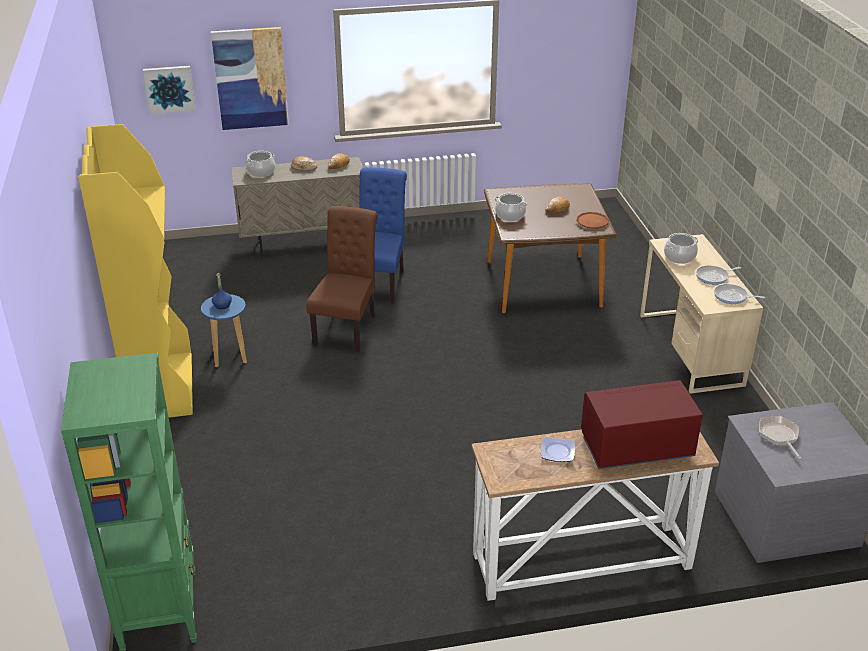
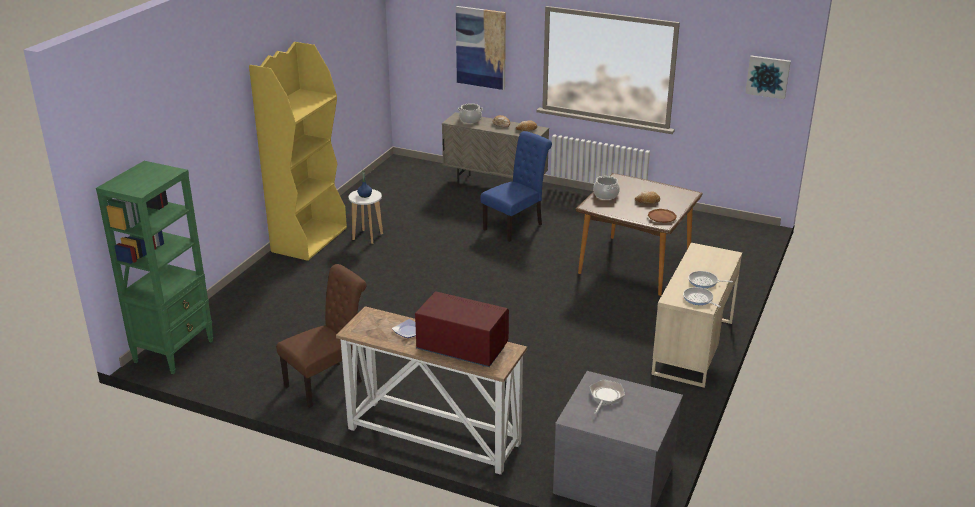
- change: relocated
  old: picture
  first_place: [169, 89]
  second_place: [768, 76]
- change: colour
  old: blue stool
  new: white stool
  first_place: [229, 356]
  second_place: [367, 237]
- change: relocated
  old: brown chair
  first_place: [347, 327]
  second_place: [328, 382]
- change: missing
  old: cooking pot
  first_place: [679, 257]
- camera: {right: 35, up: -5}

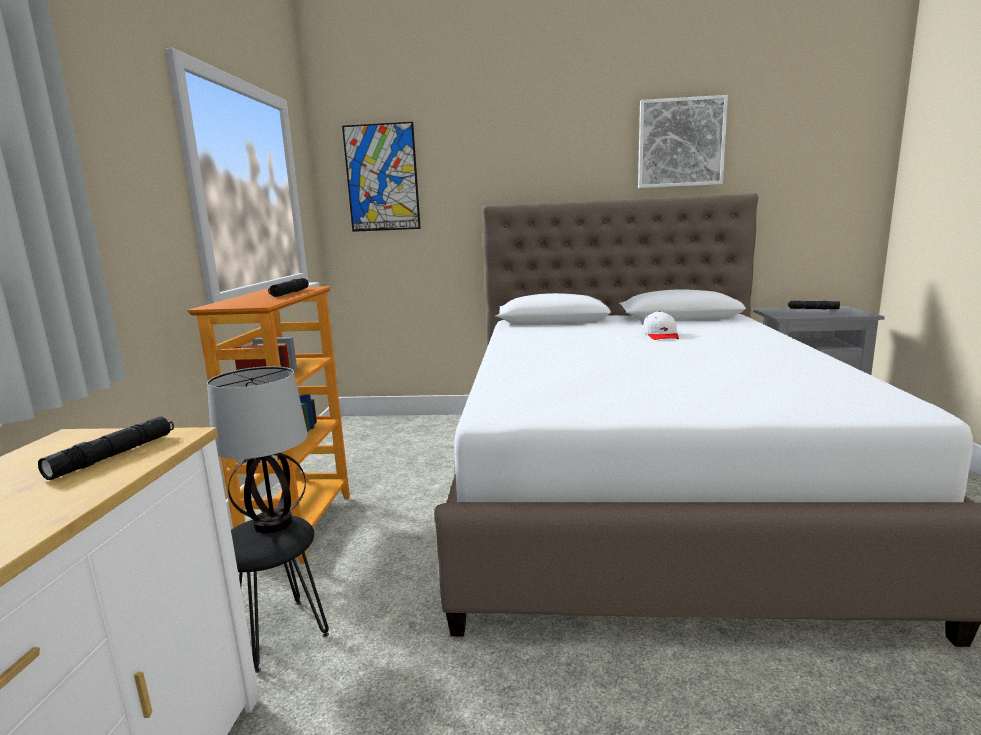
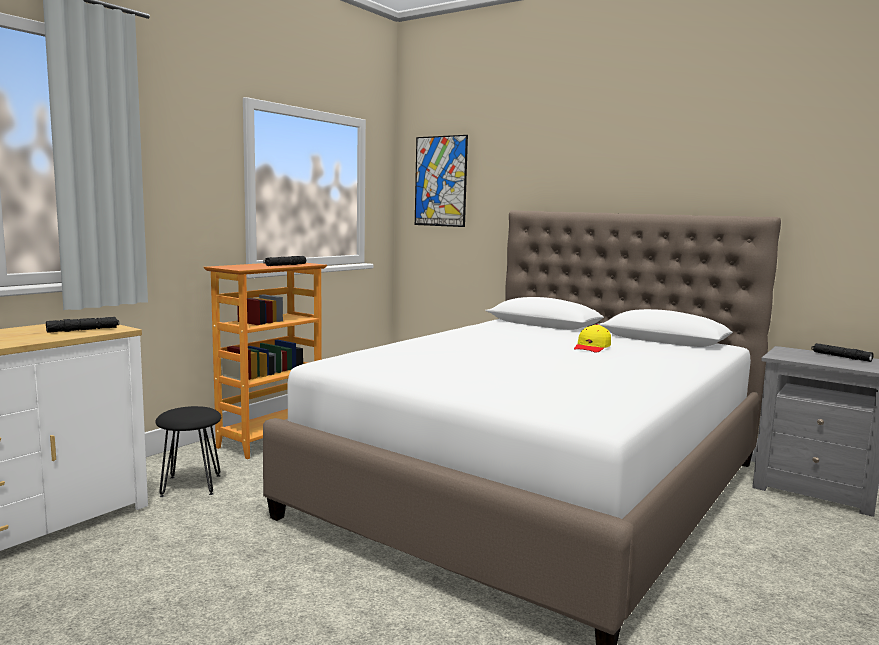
- change: missing
  old: table lamp
  first_place: [274, 523]
- change: missing
  old: picture
  first_place: [680, 143]
- change: colour
  old: white cap
  new: yellow cap
  first_place: [661, 335]
  second_place: [592, 347]
- camera: {right: 30, up: -5}

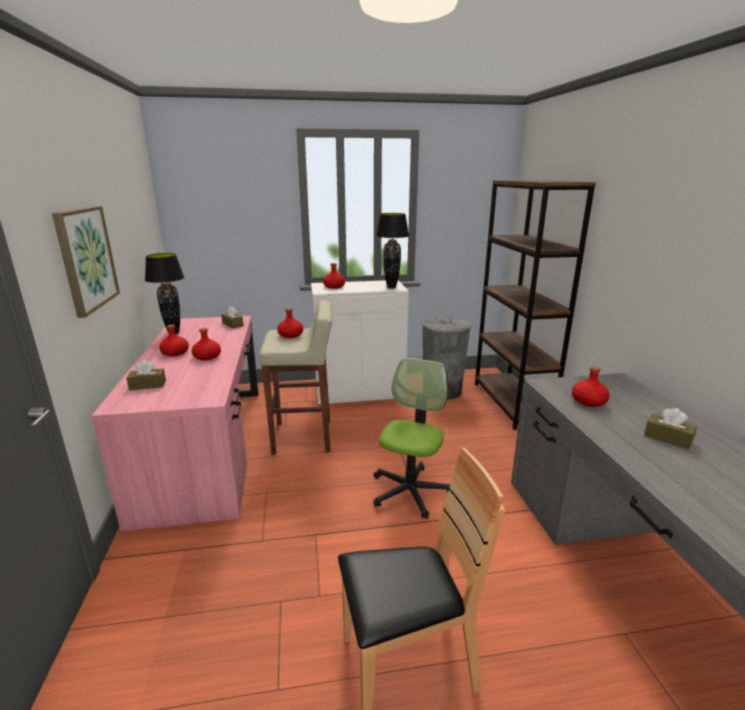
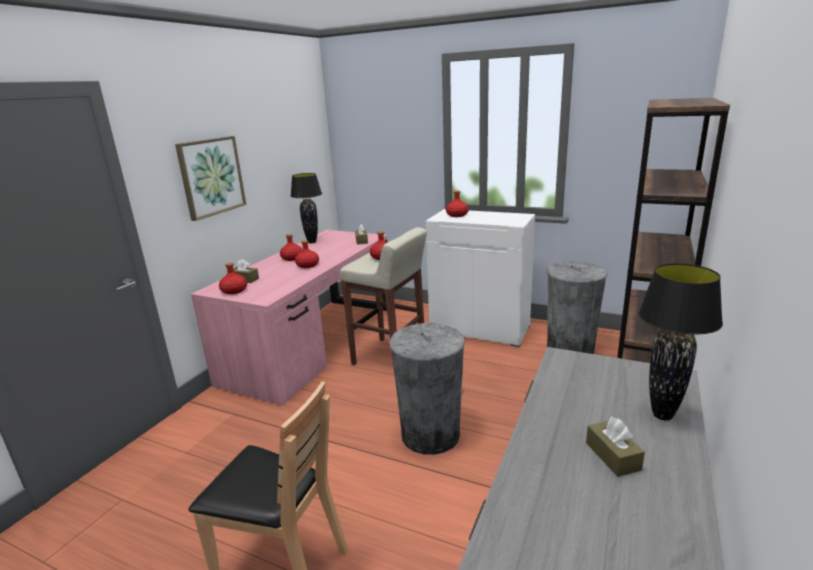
- change: exchanged
  old: office chair
  new: grey trash can
  first_place: [410, 491]
  second_place: [430, 434]
- change: relocated
  old: black table lamp
  first_place: [391, 287]
  second_place: [662, 415]
- change: relocated
  old: red bottle
  first_place: [589, 401]
  second_place: [234, 291]
- camera: {right: 35, up: 0}

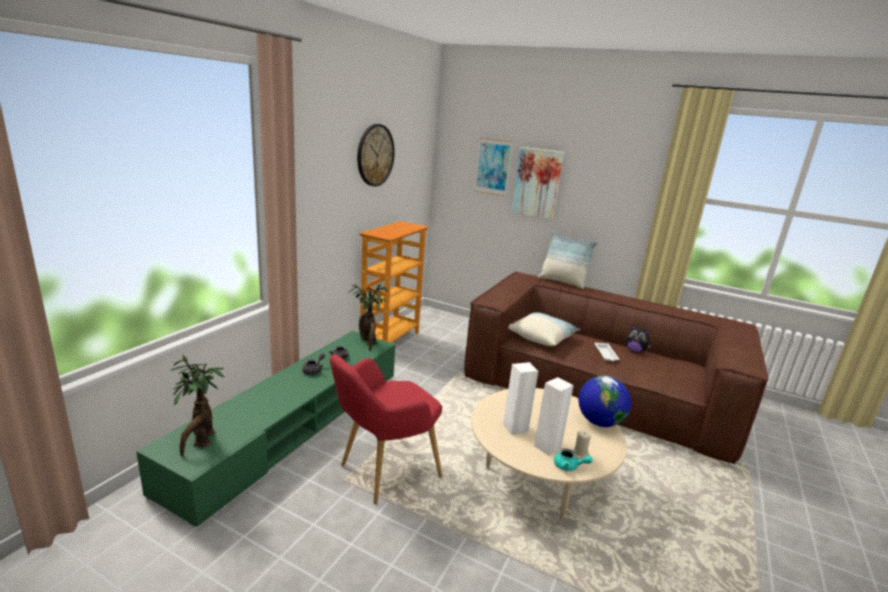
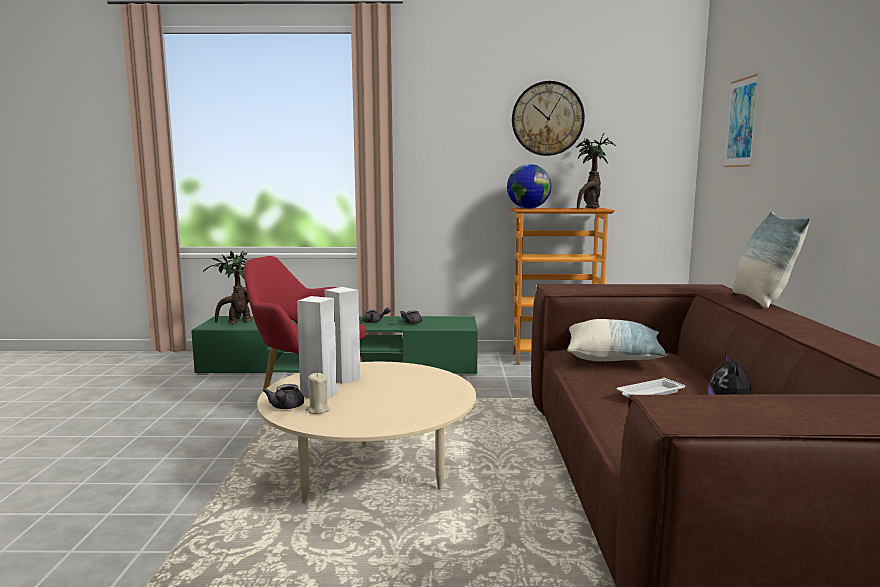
- change: relocated
  old: potted plant
  first_place: [368, 343]
  second_place: [590, 208]
- change: missing
  old: picture
  first_place: [537, 183]
- change: colour
  old: turquoise teapot
  new: grey teapot
  first_place: [569, 466]
  second_place: [285, 407]
- change: relocated
  old: globe
  first_place: [599, 422]
  second_place: [528, 208]
- camera: {right: 65, up: -10}

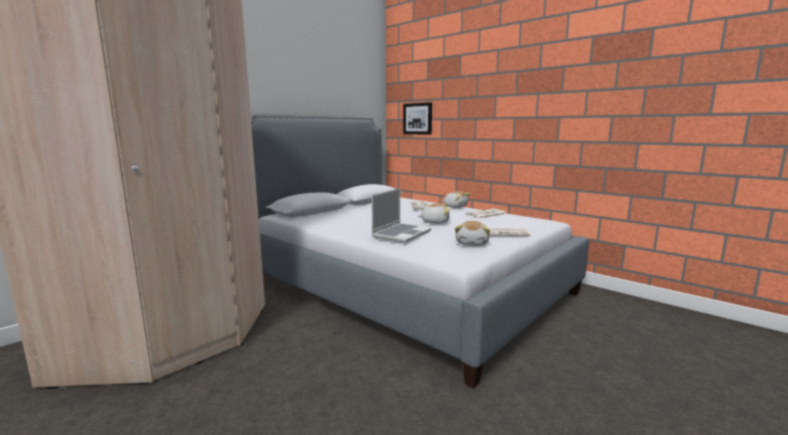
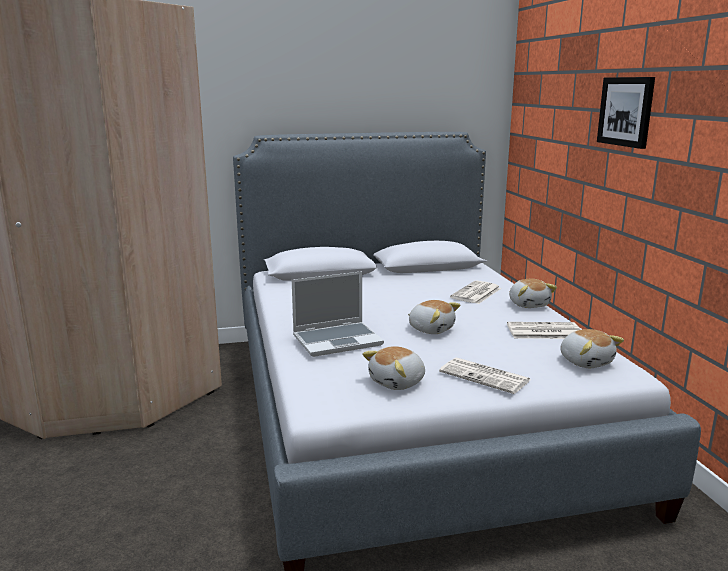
- change: relocated
  old: picture
  first_place: [417, 118]
  second_place: [626, 111]
- change: appeared
  new: plush toy
  second_place: [586, 361]
- camera: {right: 35, up: 5}

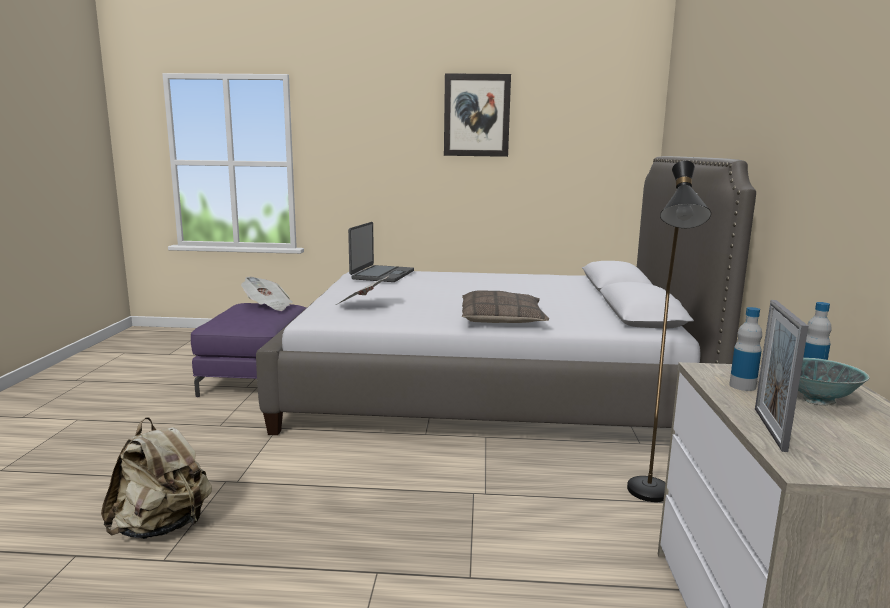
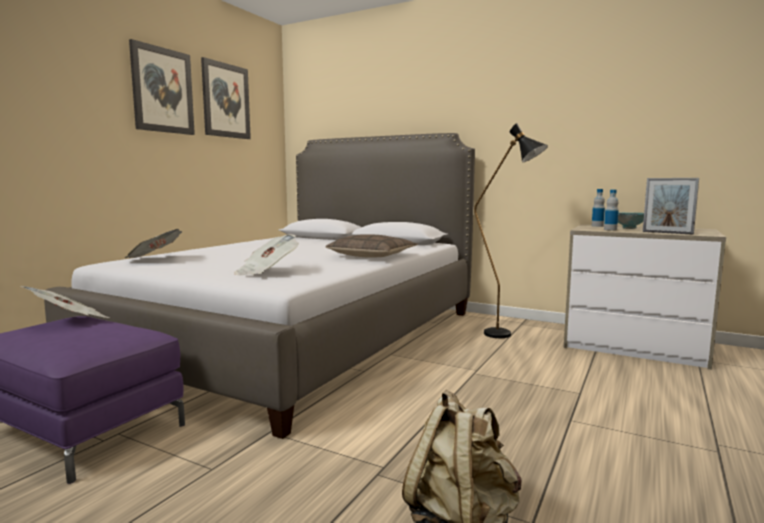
- change: exchanged
  old: laptop
  new: newspaper
  first_place: [382, 275]
  second_place: [154, 259]
- change: appeared
  new: picture
  second_place: [226, 100]
- camera: {right: -65, up: -5}

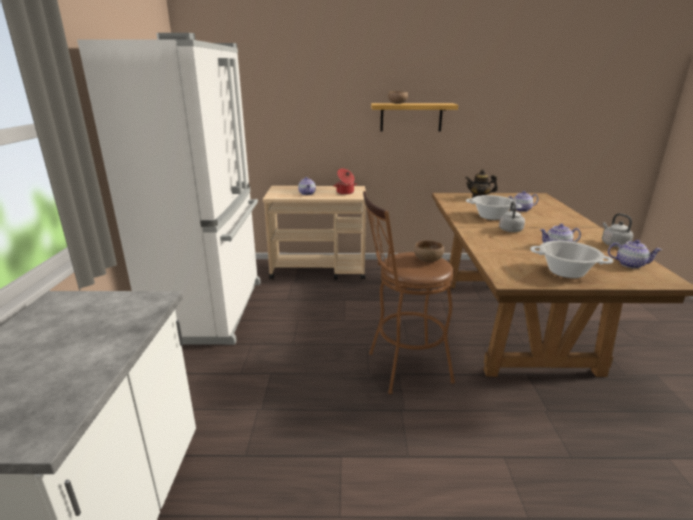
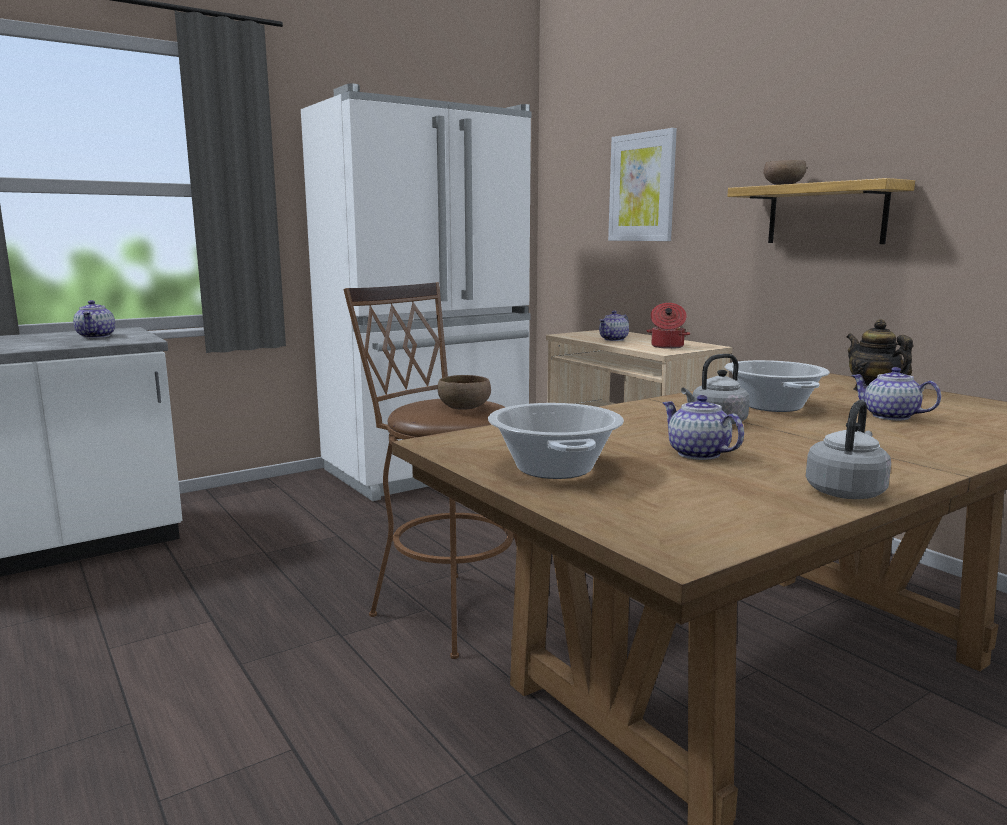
- change: relocated
  old: teapot
  first_place: [630, 264]
  second_place: [96, 336]
- change: appeared
  new: picture
  second_place: [642, 187]
- camera: {right: 55, up: -10}

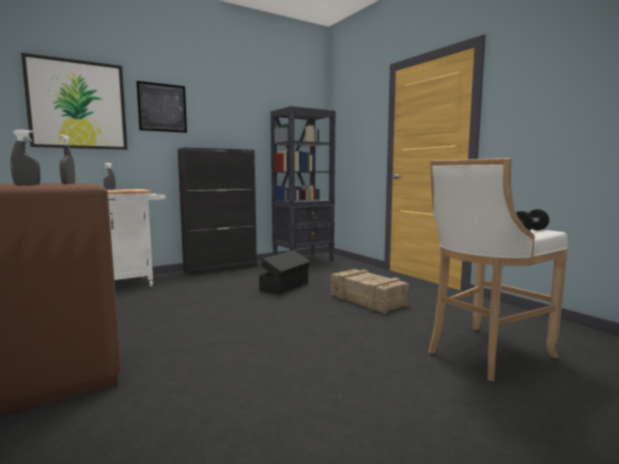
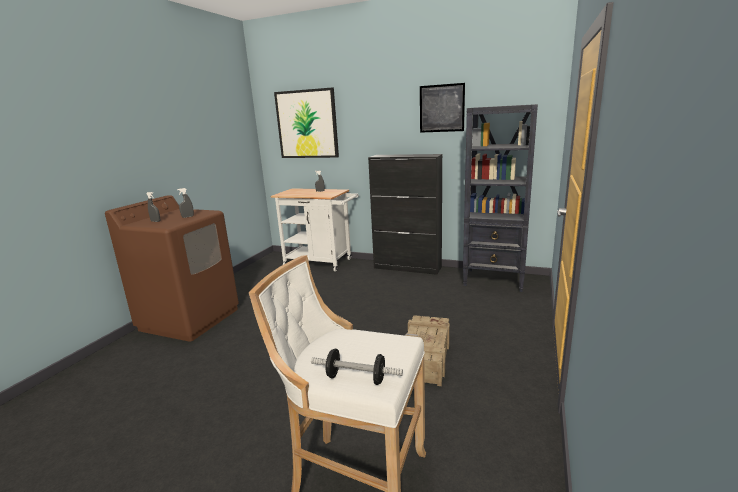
- change: relocated
  old: picture
  first_place: [162, 107]
  second_place: [441, 108]
- change: missing
  old: black storage box
  first_place: [285, 286]
- camera: {right: 55, up: 10}

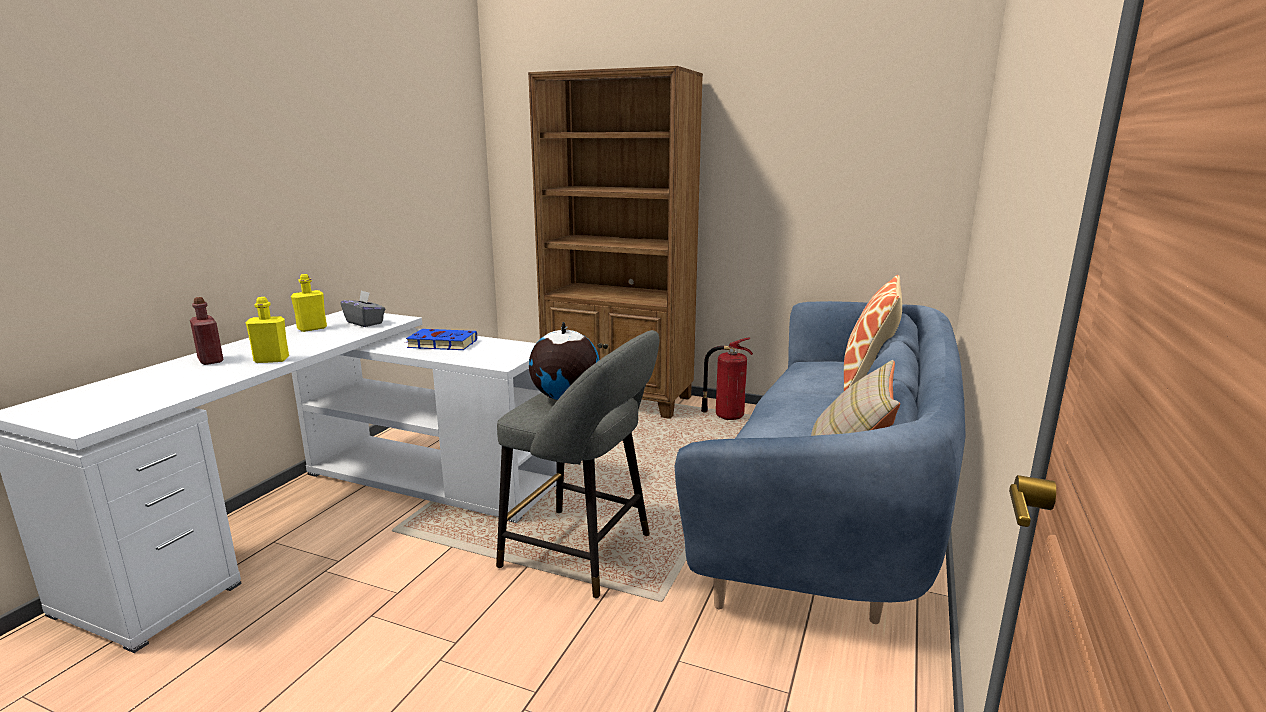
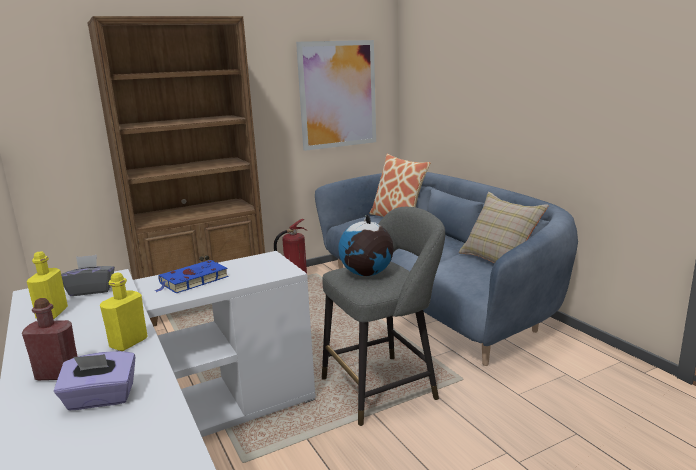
- change: appeared
  new: purple tissue box
  second_place: [101, 399]
- change: appeared
  new: picture
  second_place: [337, 95]
- camera: {right: -50, up: 0}

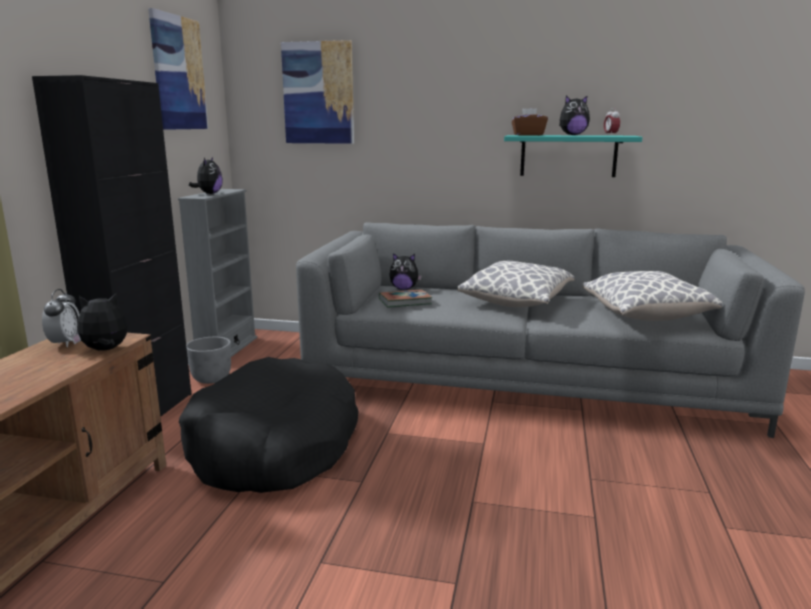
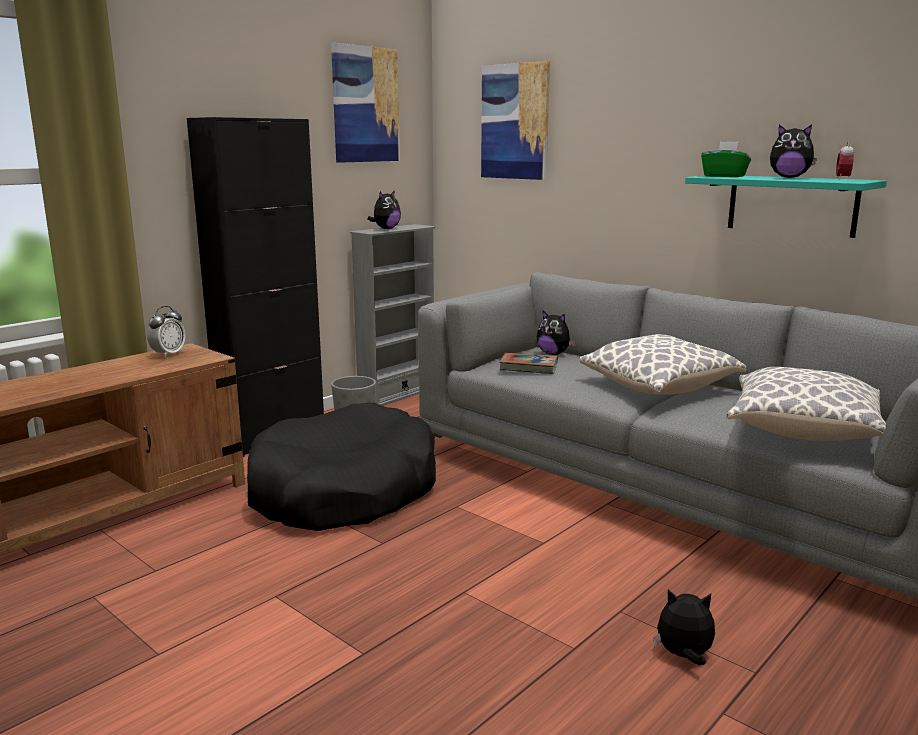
- change: relocated
  old: plush toy
  first_place: [105, 350]
  second_place: [683, 656]
- change: colour
  old: brown tissue box
  new: green tissue box
  first_place: [528, 135]
  second_place: [724, 176]
- camera: {right: 30, up: 0}

